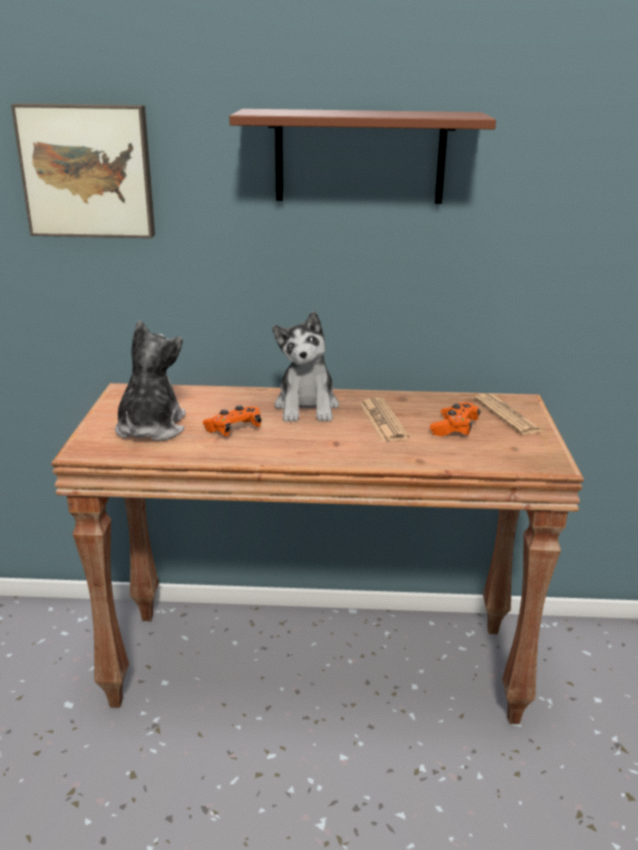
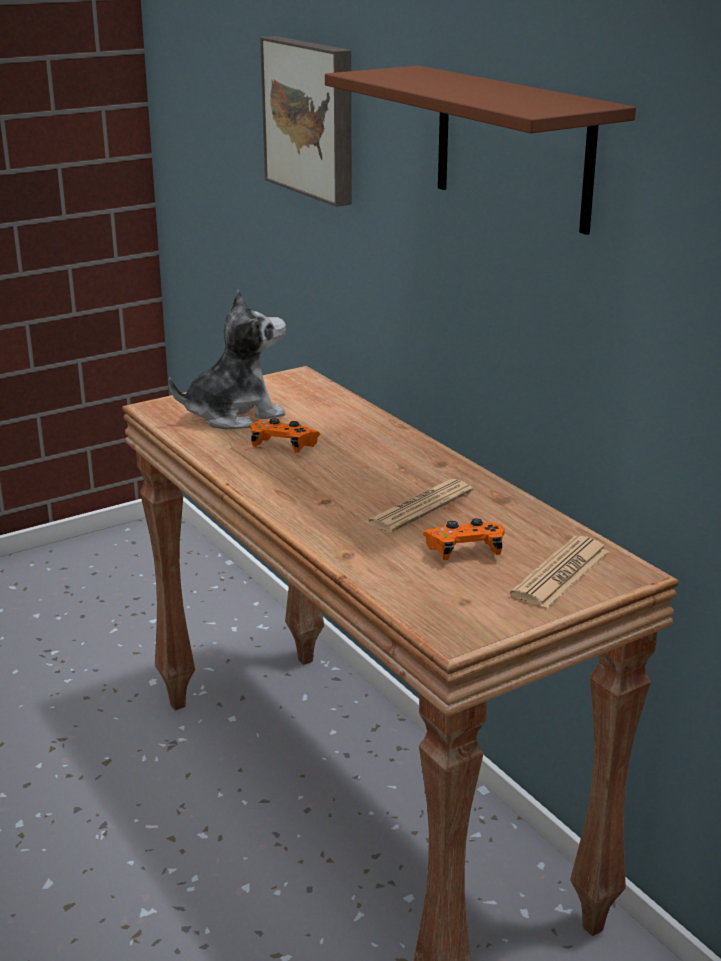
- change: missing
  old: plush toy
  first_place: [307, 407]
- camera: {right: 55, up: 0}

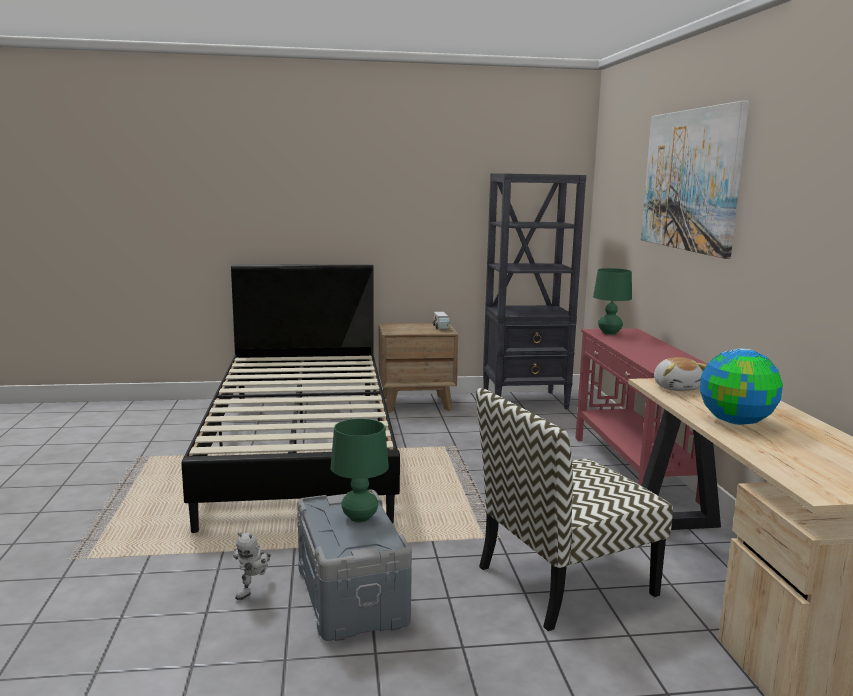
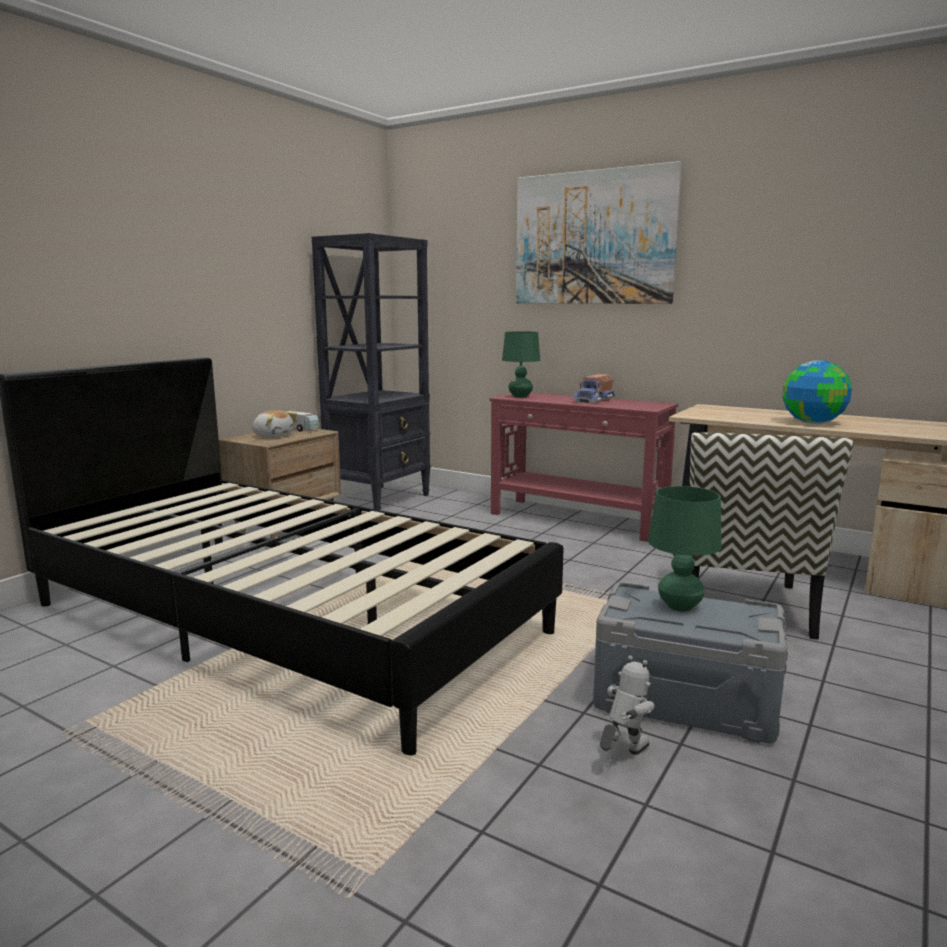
- change: spun
  old: toy robot
  first_place: [254, 591]
  second_place: [623, 755]
  degrees: -105
- change: relocated
  old: plush toy
  first_place: [677, 387]
  second_place: [273, 436]
- change: appeared
  new: toy truck
  second_place: [594, 400]
- camera: {right: -50, up: 0}

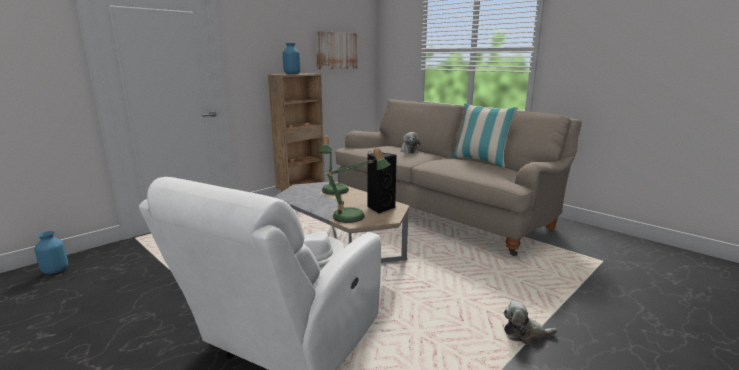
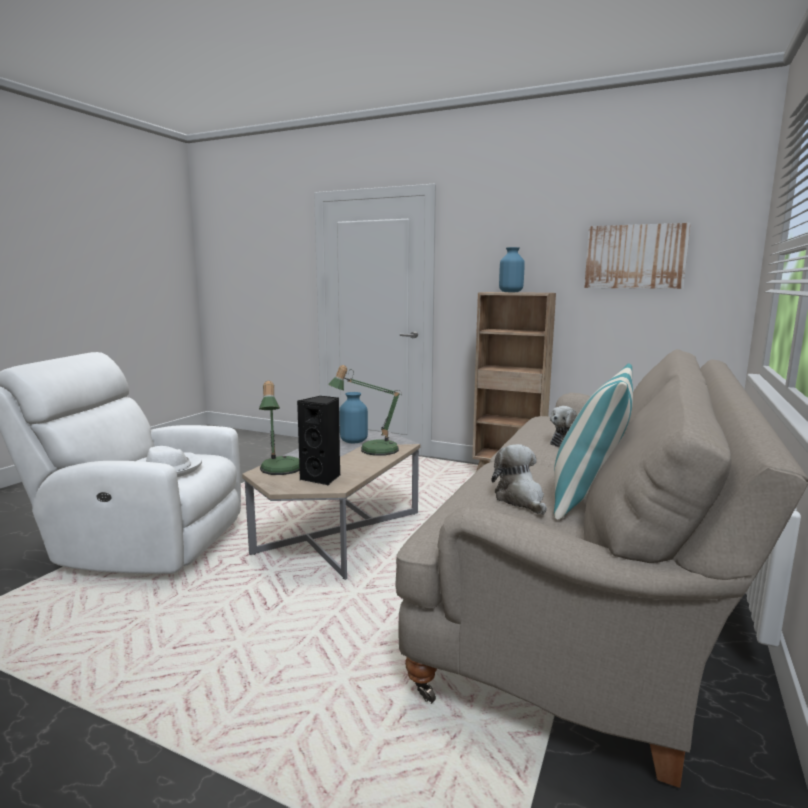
- change: relocated
  old: blue vase
  first_place: [55, 270]
  second_place: [354, 441]
- change: relocated
  old: plush toy
  first_place: [525, 334]
  second_place: [520, 499]
- camera: {right: 70, up: -5}

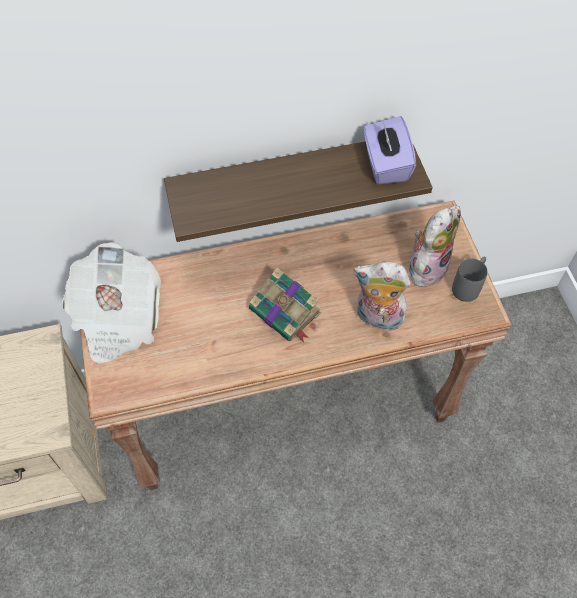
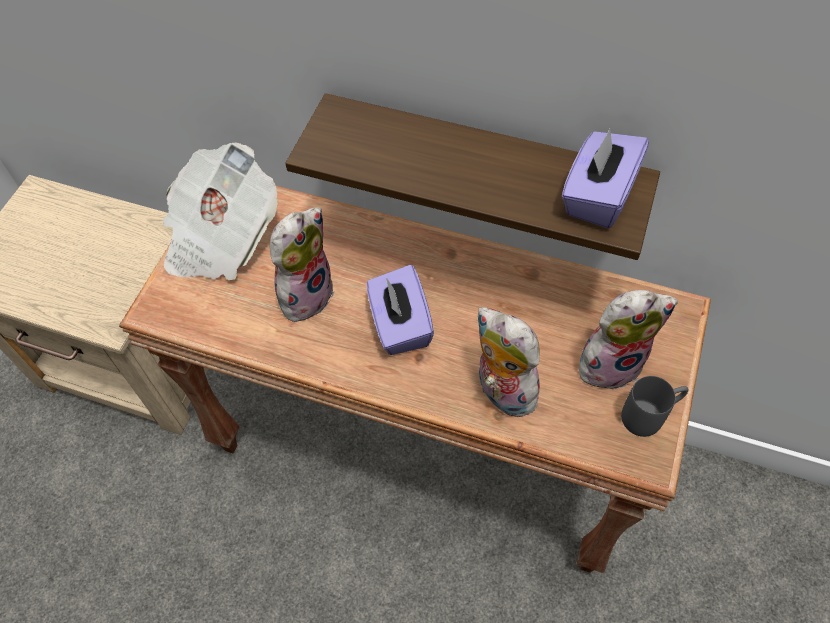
- change: exchanged
  old: book
  new: purple tissue box
  first_place: [286, 312]
  second_place: [400, 325]
- change: appeared
  new: plush toy
  second_place: [305, 293]
- camera: {right: 35, up: 0}

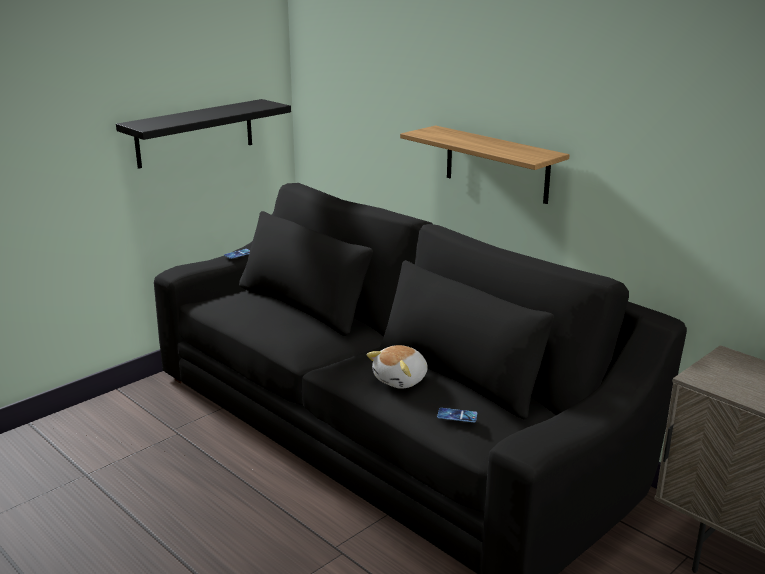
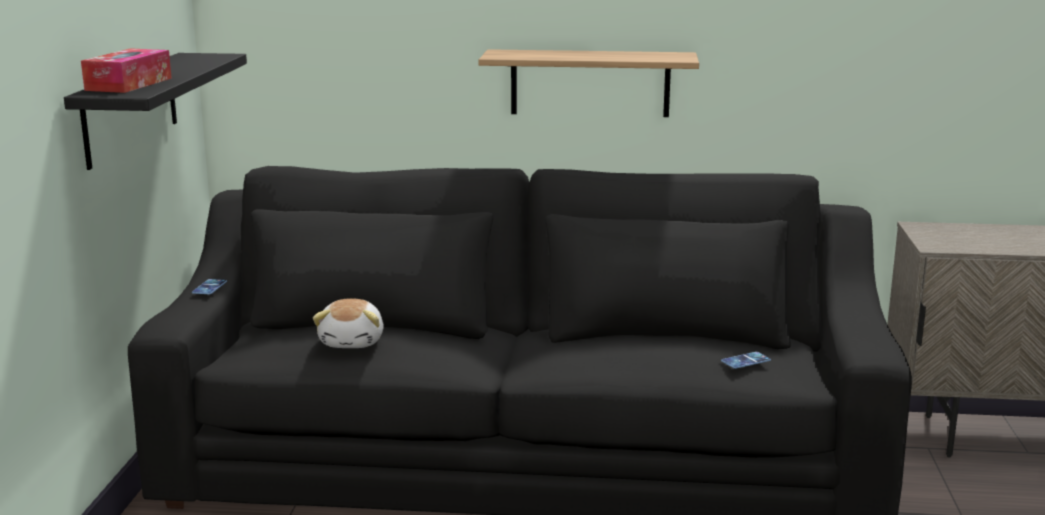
- change: relocated
  old: plush toy
  first_place: [401, 380]
  second_place: [353, 341]
- change: appeared
  new: tissue box
  second_place: [129, 84]
- camera: {right: -40, up: -5}

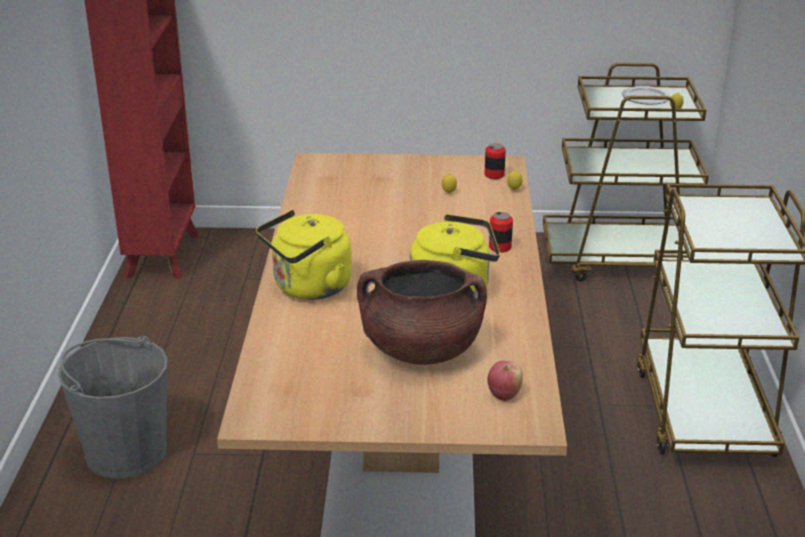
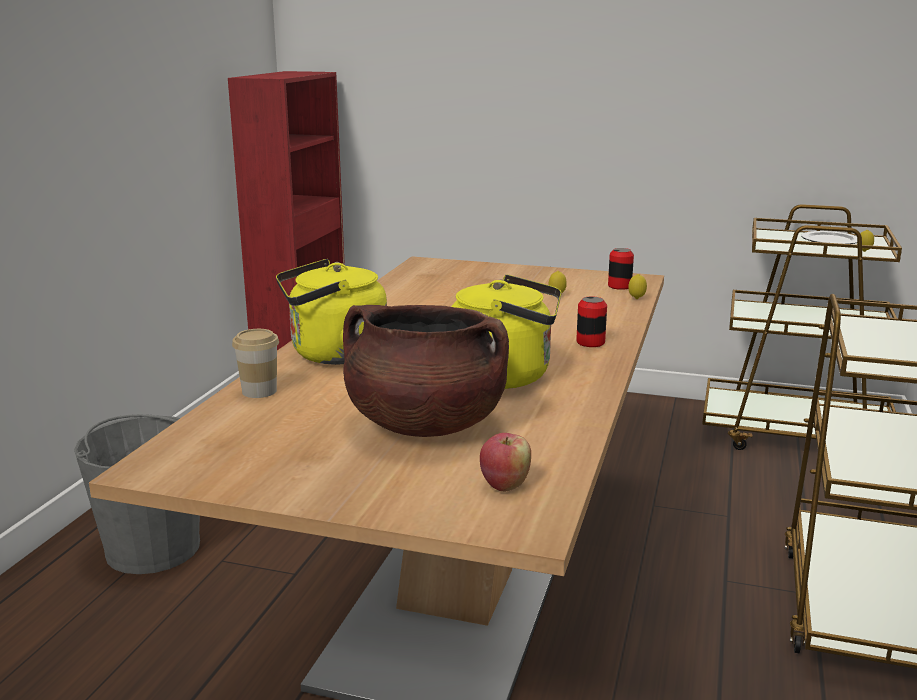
- change: appeared
  new: cup
  second_place: [259, 391]
- camera: {right: 15, up: -10}

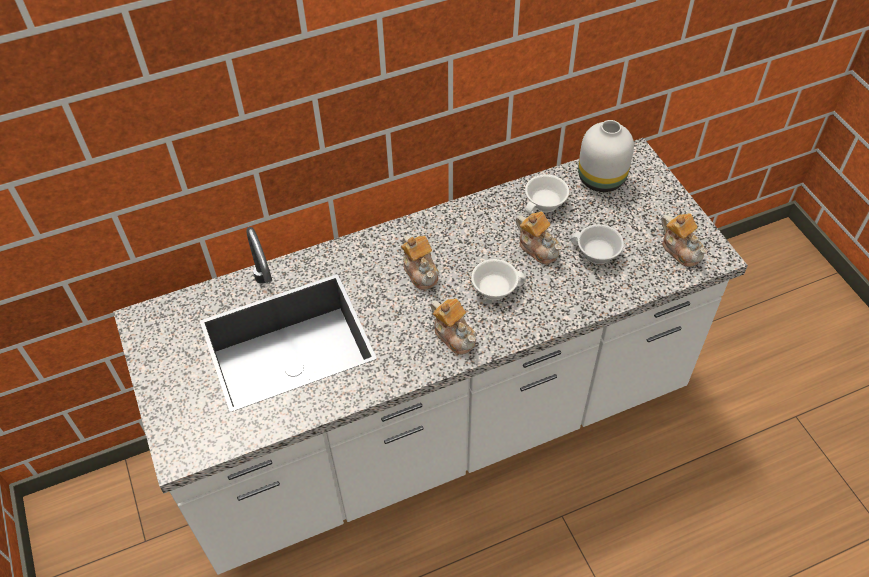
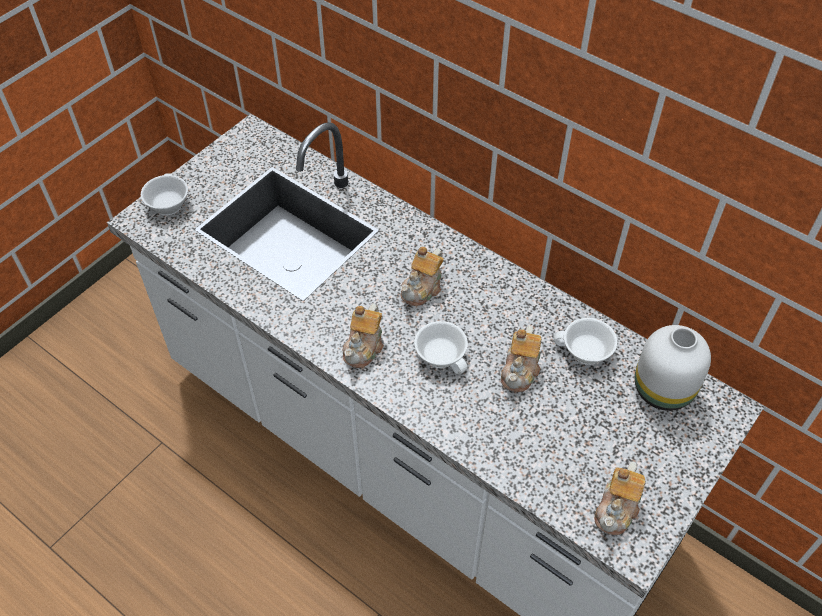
- change: relocated
  old: white cup
  first_place: [595, 254]
  second_place: [166, 204]
- camera: {right: 60, up: 0}

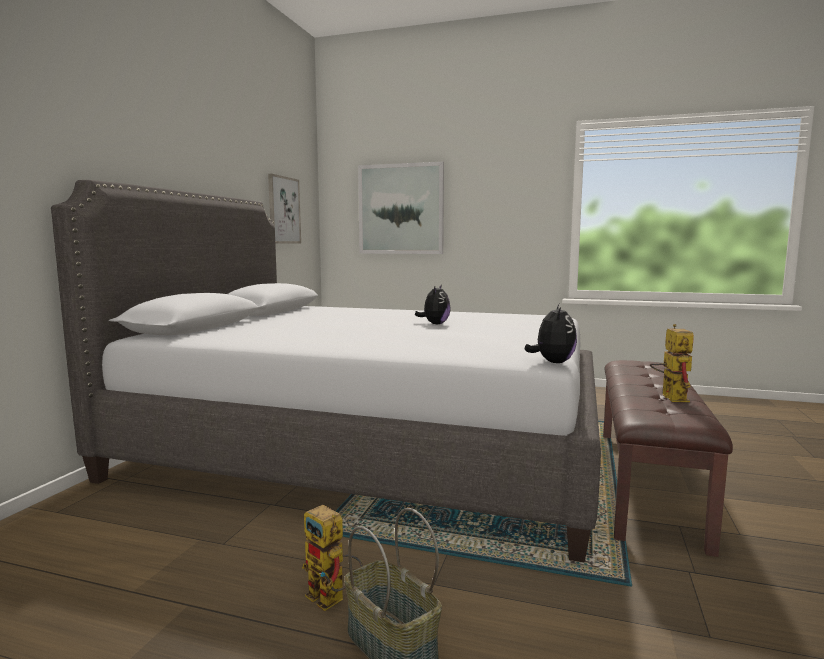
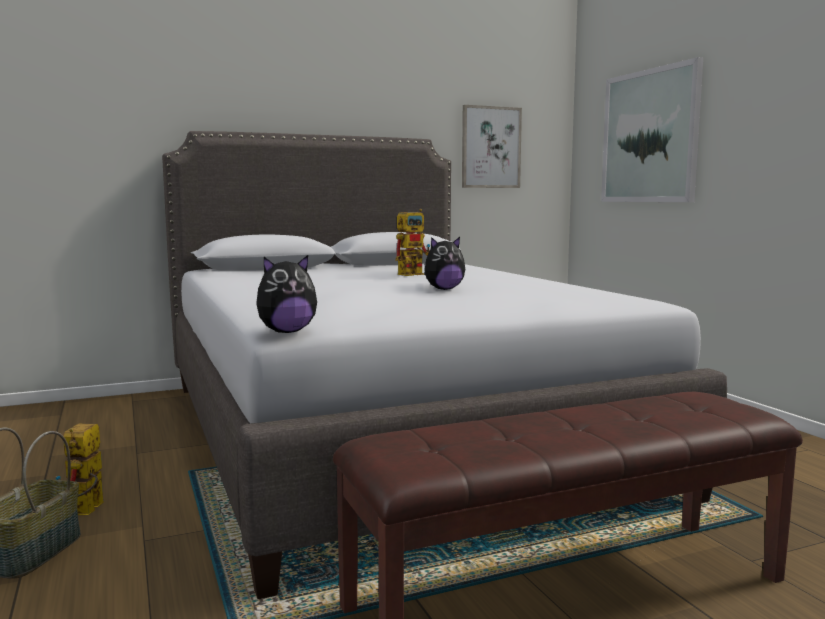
- change: relocated
  old: toy robot
  first_place: [669, 396]
  second_place: [414, 274]
- camera: {right: 50, up: 0}

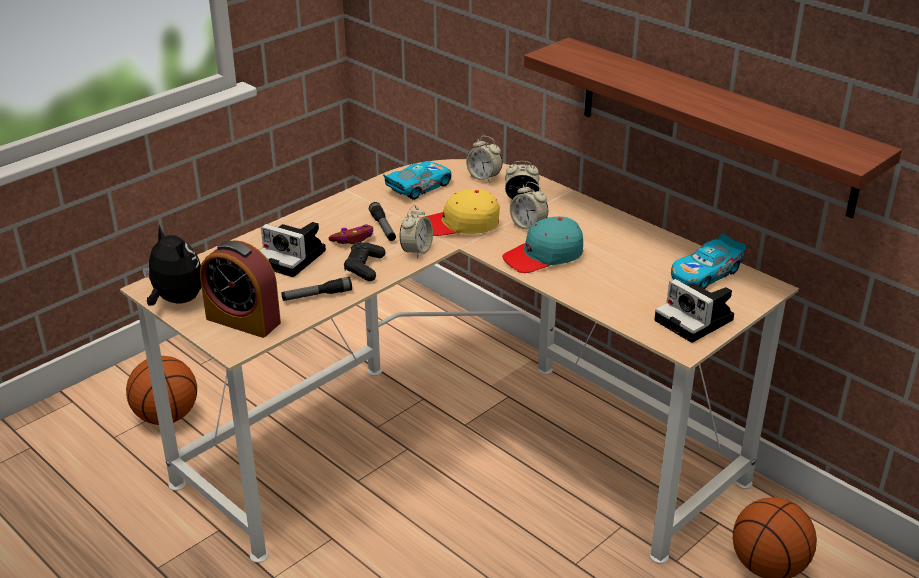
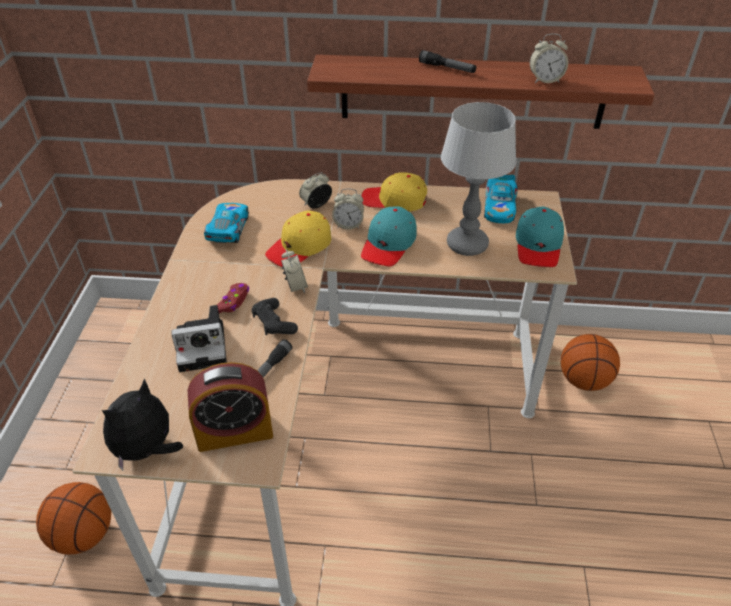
- change: spun
  old: plush toy
  first_place: [176, 301]
  second_place: [147, 450]
  degrees: -60
- change: relocated
  old: flashlight
  first_place: [383, 227]
  second_place: [447, 68]
- change: relocated
  old: alarm clock
  first_place: [484, 177]
  second_place: [545, 80]
- change: exchanged
  old: photo camera
  new: turquoise cap
  first_place: [696, 321]
  second_place: [538, 245]
- change: appeared
  new: yellow cap
  second_place: [394, 200]
- change: appeared
  new: table lamp
  second_place: [467, 245]
- camera: {right: -40, up: 10}

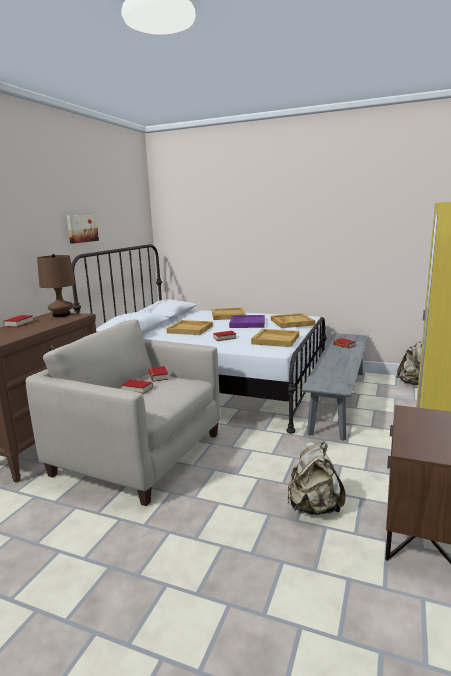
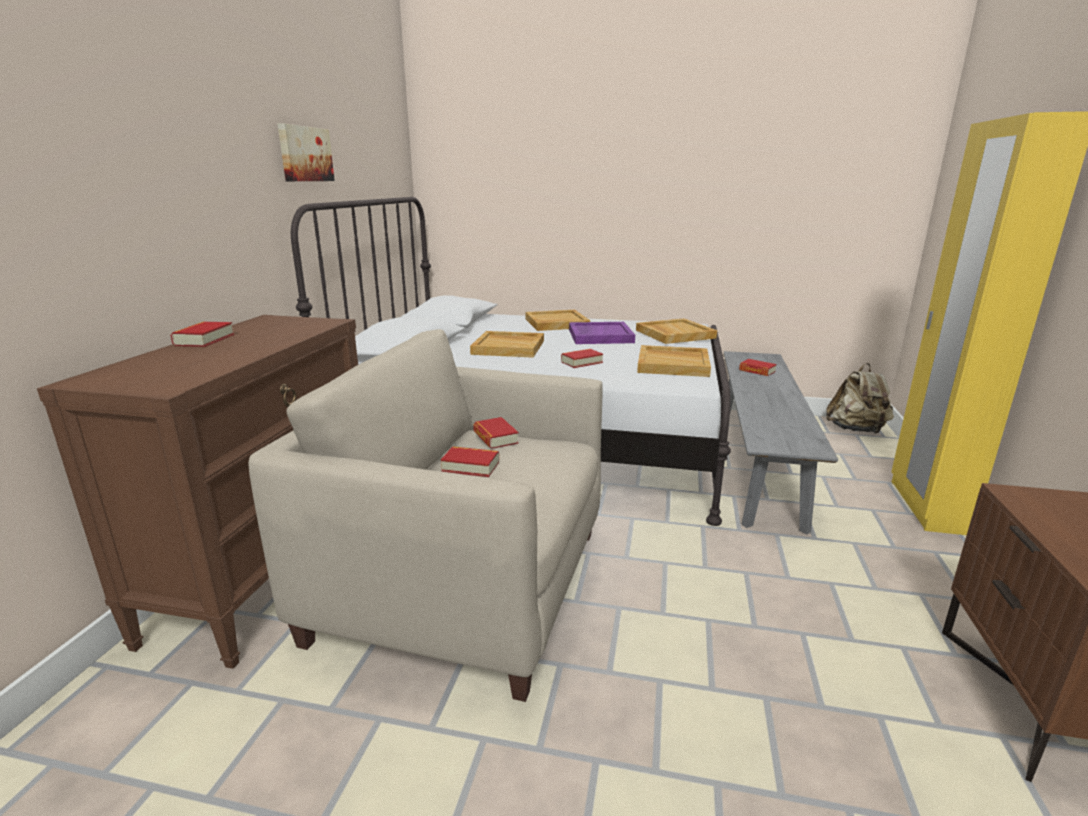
- change: missing
  old: brown table lamp
  first_place: [61, 315]
- change: missing
  old: beige backpack
  first_place: [313, 507]
- camera: {right: -10, up: 5}

